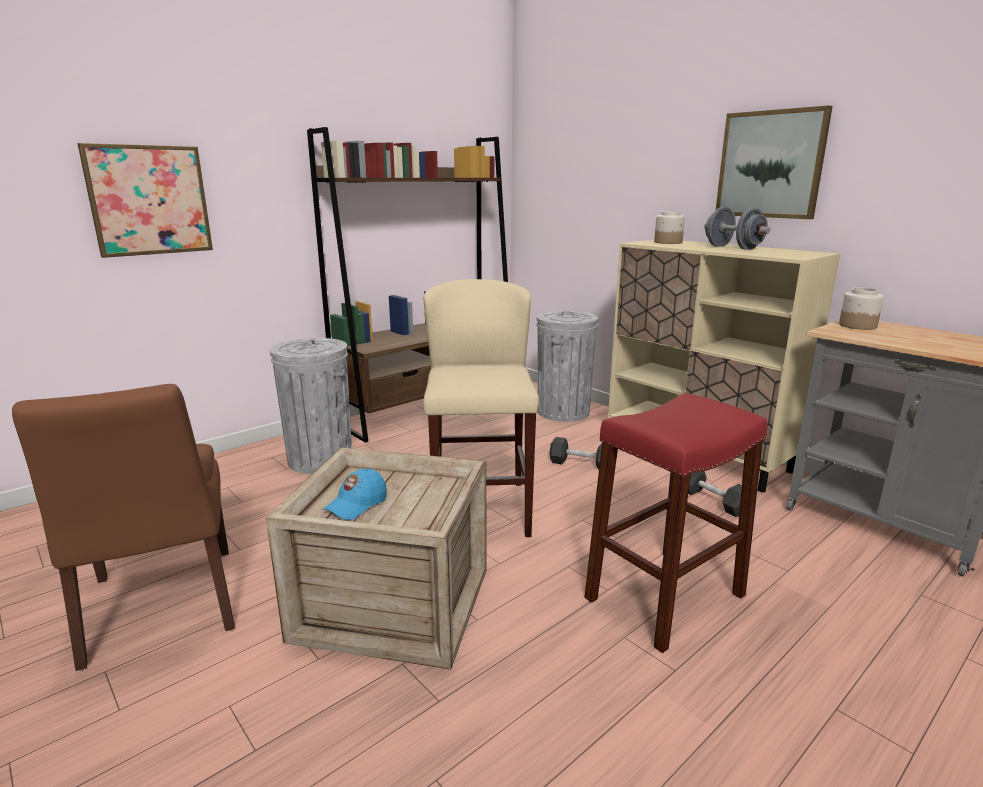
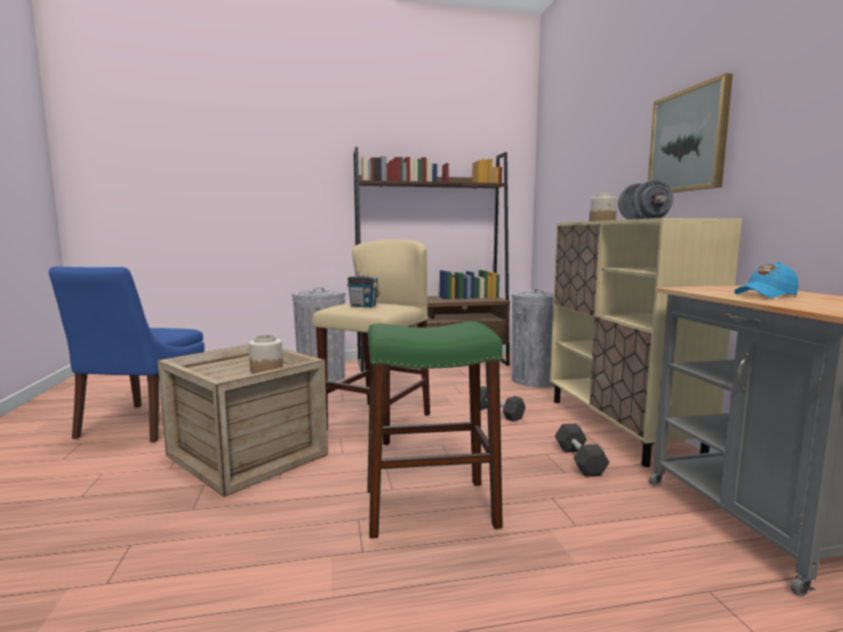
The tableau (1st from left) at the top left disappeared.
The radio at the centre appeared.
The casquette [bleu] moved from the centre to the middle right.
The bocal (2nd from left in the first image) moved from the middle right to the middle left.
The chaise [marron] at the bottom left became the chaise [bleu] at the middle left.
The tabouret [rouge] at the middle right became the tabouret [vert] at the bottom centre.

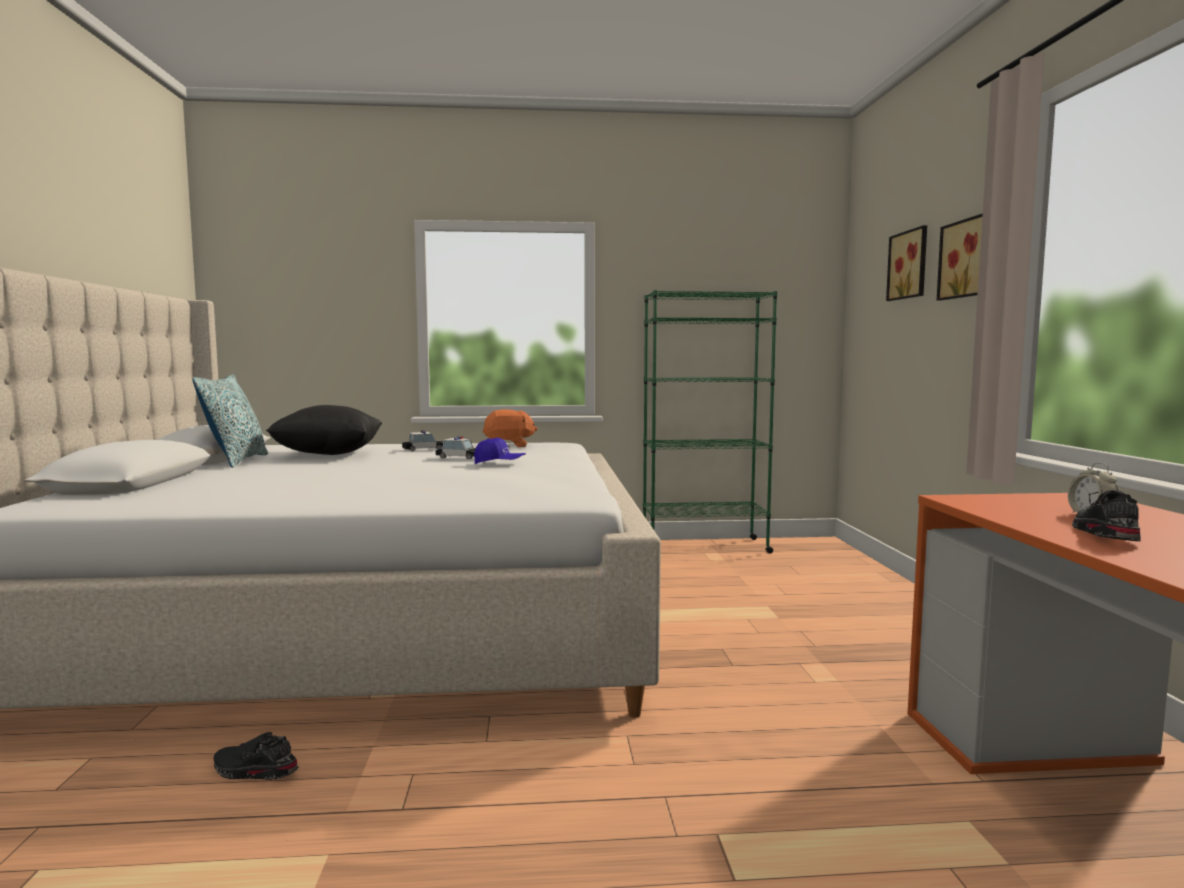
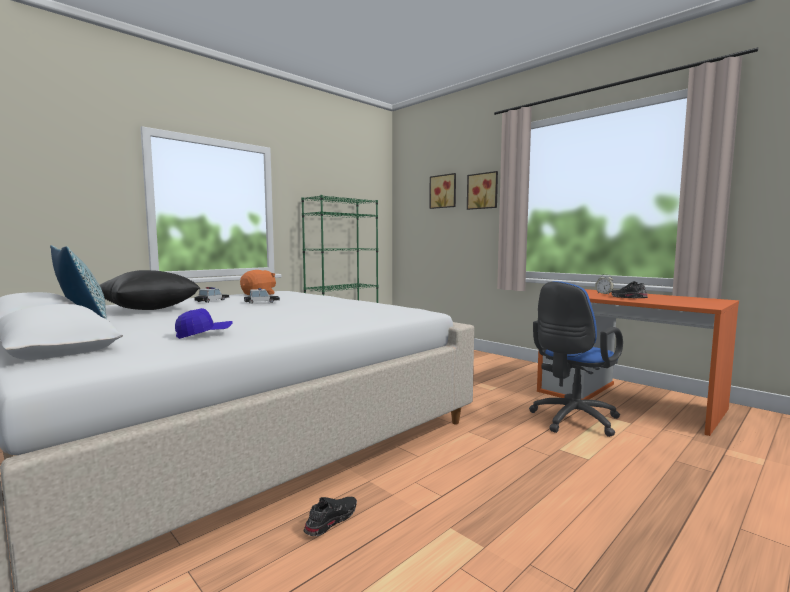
The chaise de bureau [bleu] at the middle right appeared.
The casquette [bleu] moved from the centre to the middle left.
The chaussure [noir] (1st from left) at the bottom left turned 150 degrees clockwise.

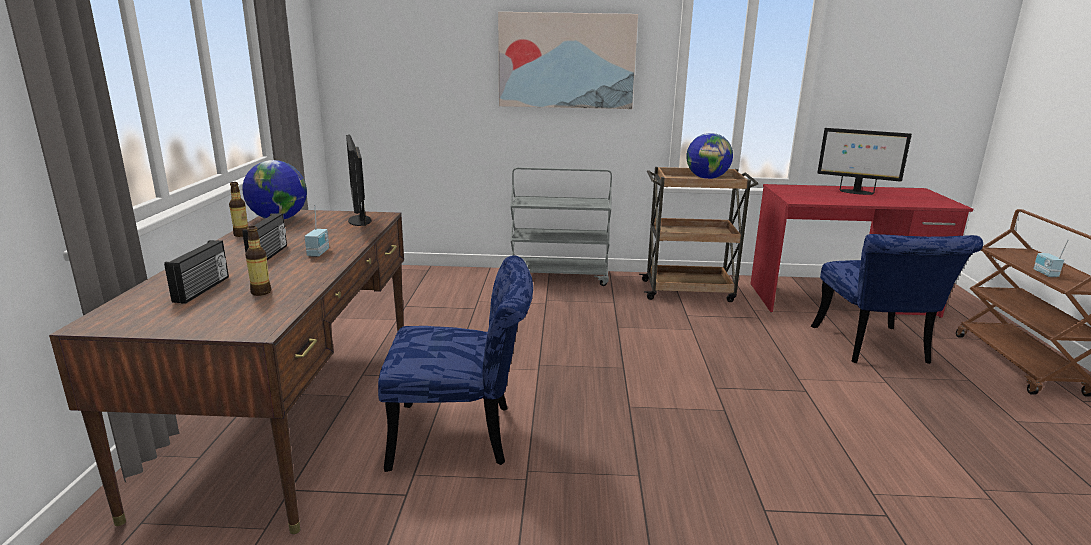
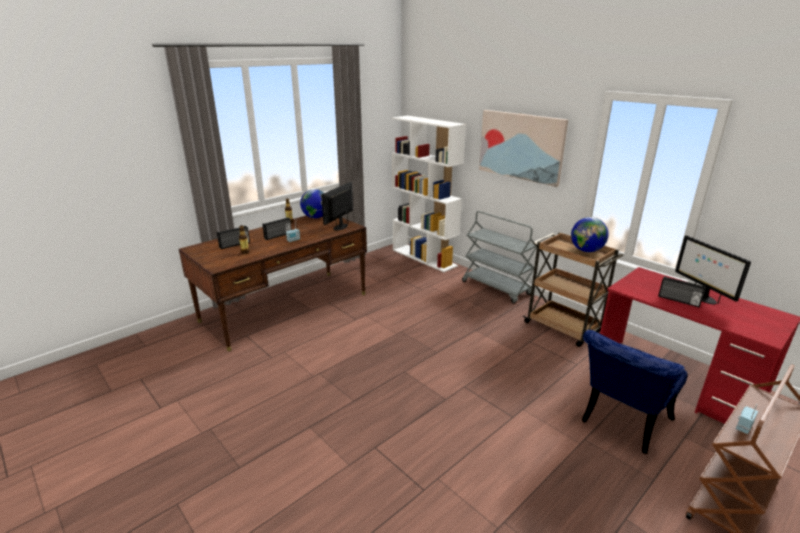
The chaise [bleu] (1st from left) at the centre disappeared.
The bibliothèque [blanc] at the centre appeared.
The radio (4th from left) at the middle right appeared.

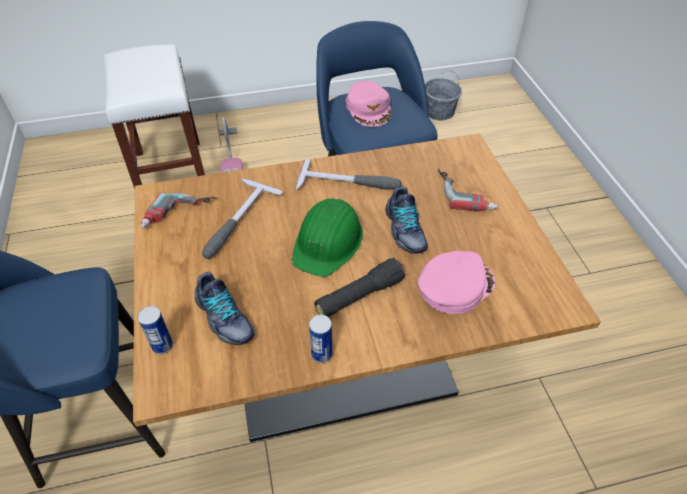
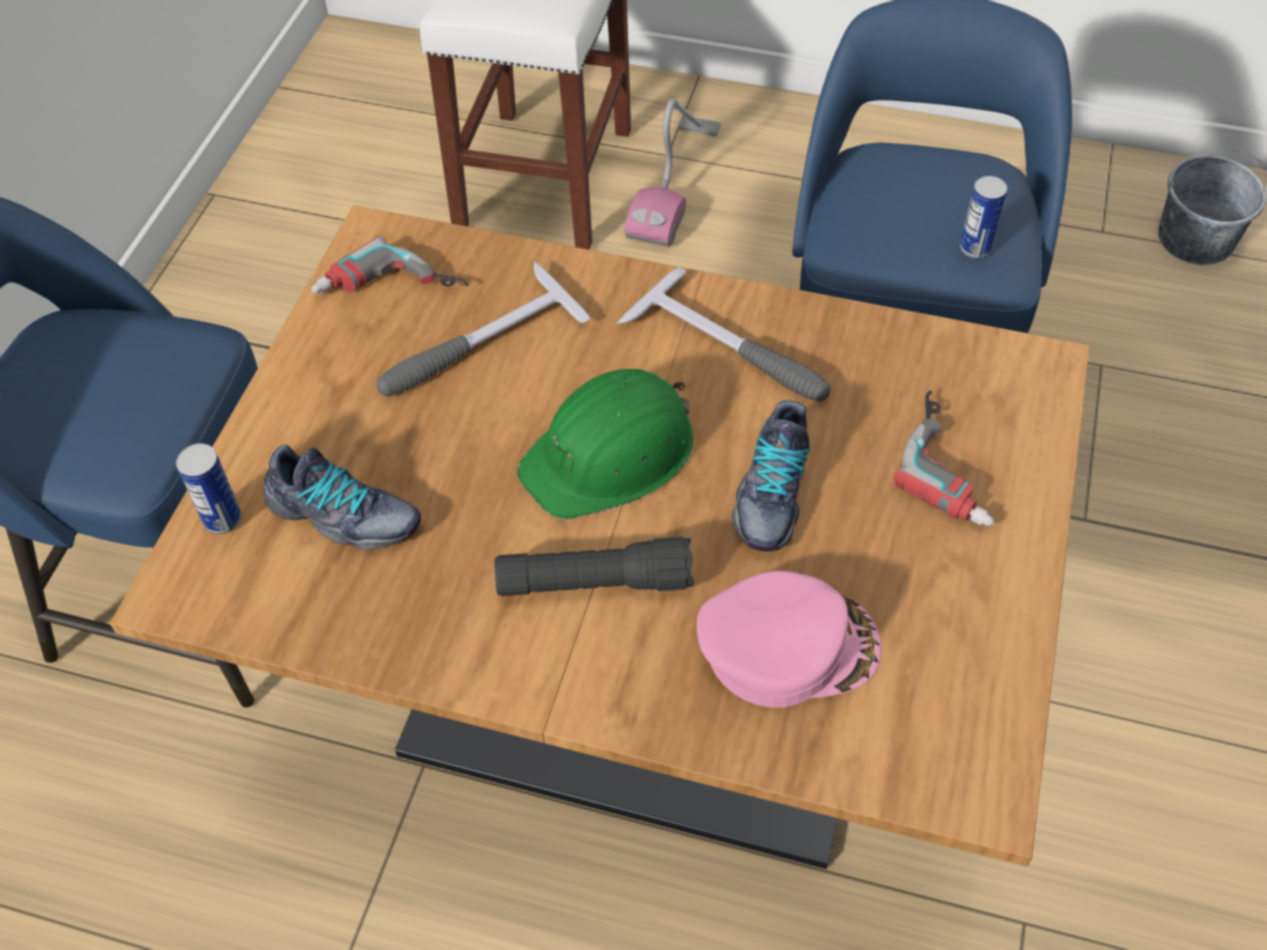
The casquette [rose] (1st from left) at the top centre disappeared.
The boîte métallique (2nd from left) moved from the bottom centre to the top right.
The chaussure (1st from left) at the middle left turned 60 degrees counterclockwise.

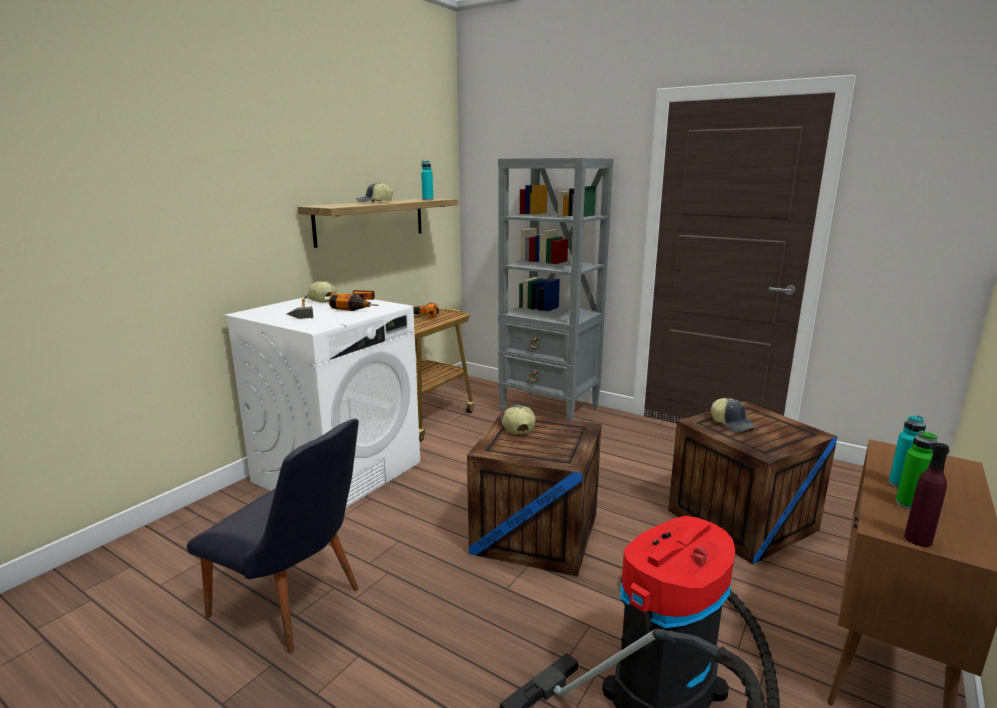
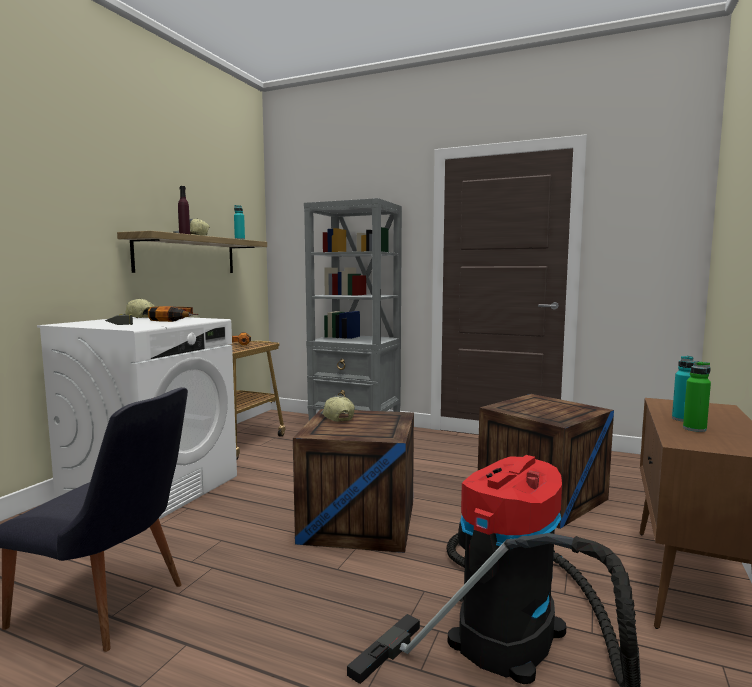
The casquette (4th from left) at the middle right disappeared.
The bouteille [violet] moved from the bottom right to the top left.

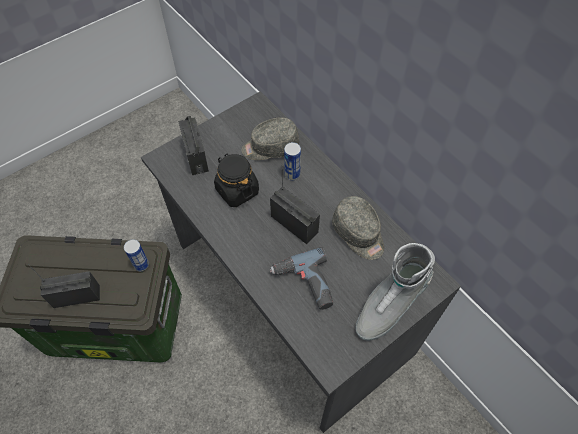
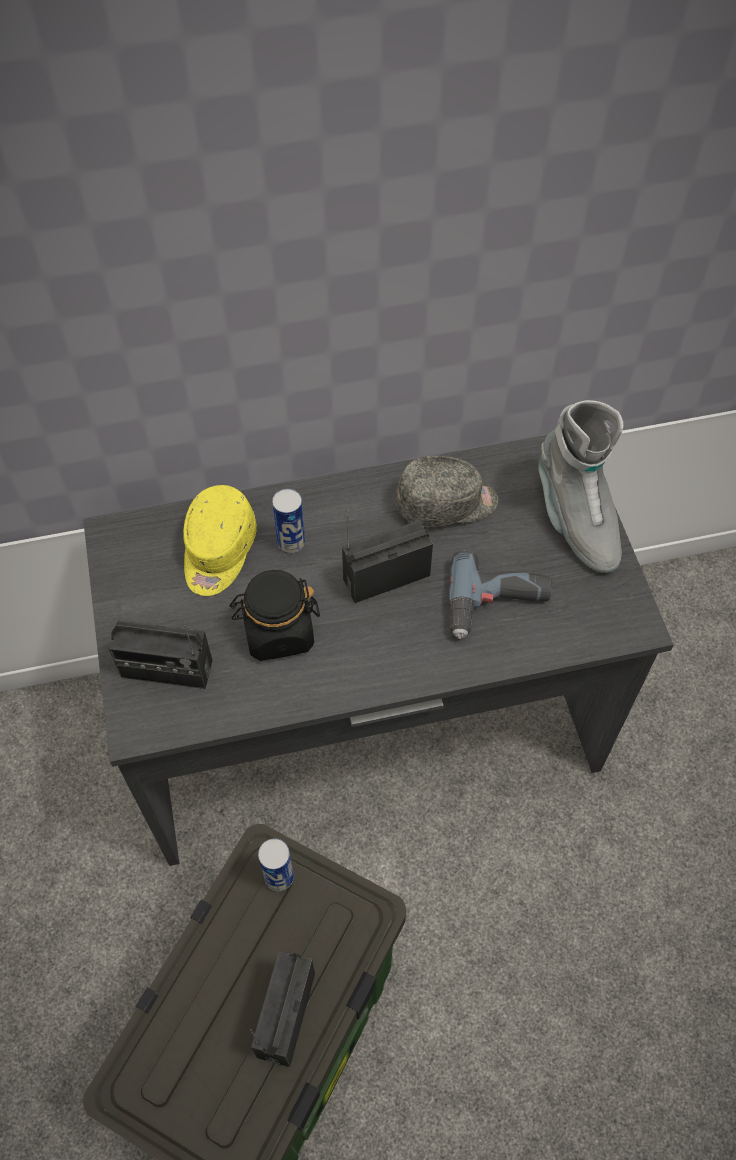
The casquette [gris] (1st from left) at the top centre became the casquette [jaune] at the middle left.

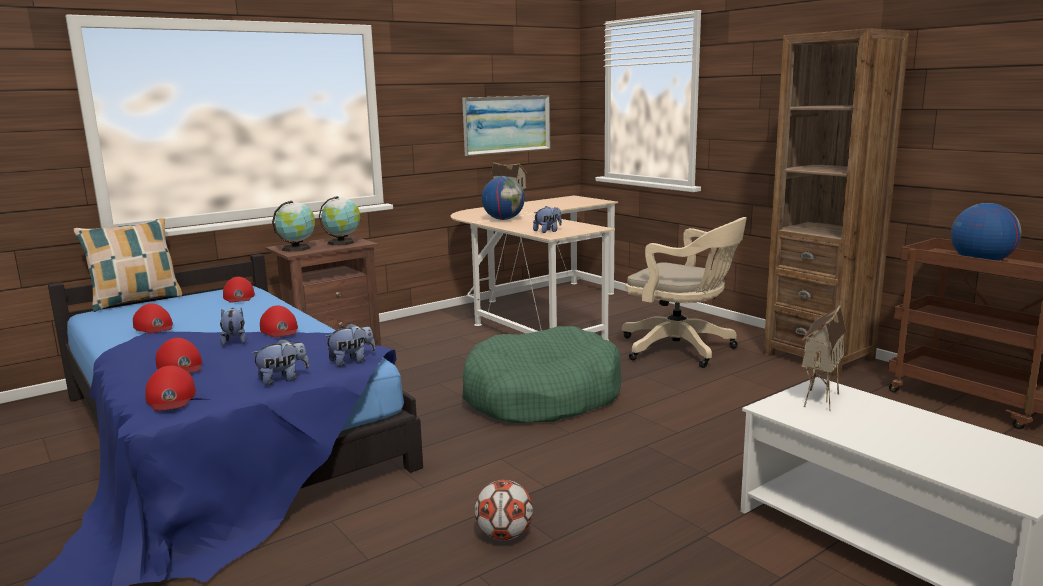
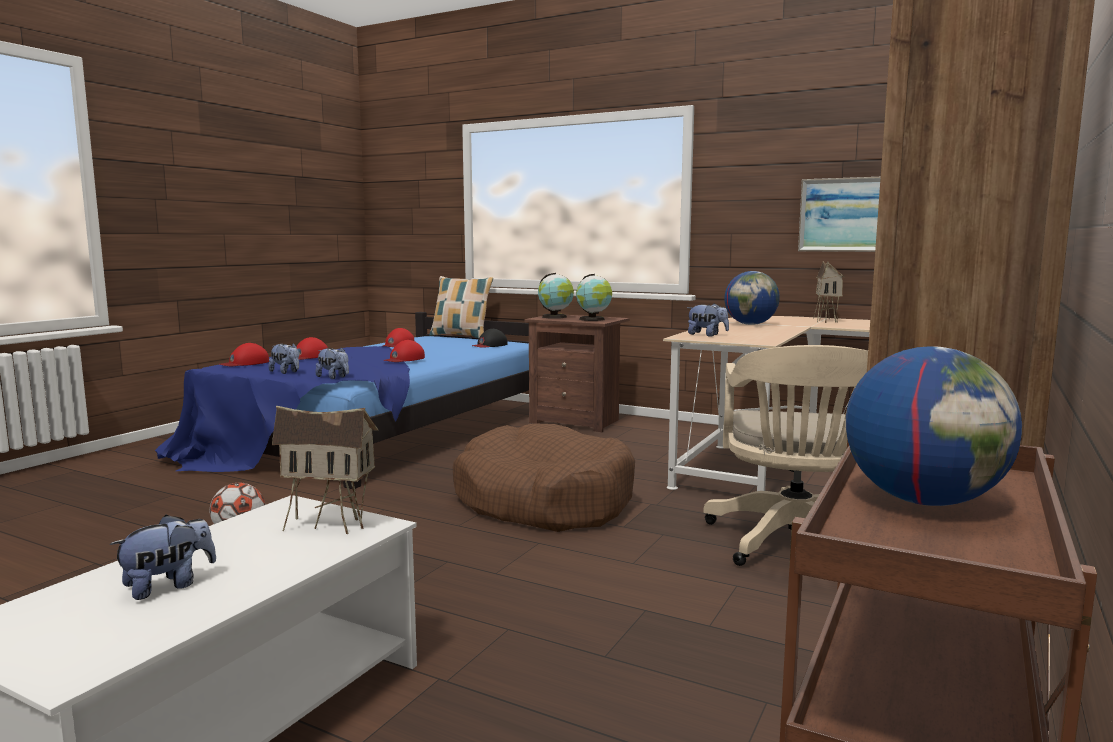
The peluche (1st from left) moved from the middle left to the bottom left.
The casquette [rouge] (4th from left) at the middle left became the casquette [noir] at the centre.
The panier pour chien [vert] at the centre became the panier pour chien [marron] at the centre.

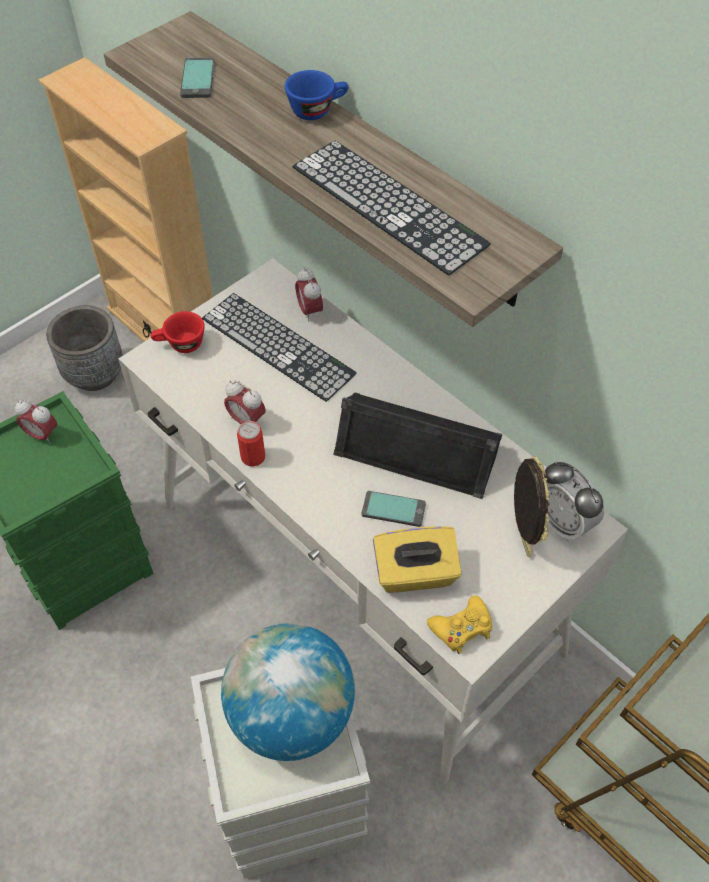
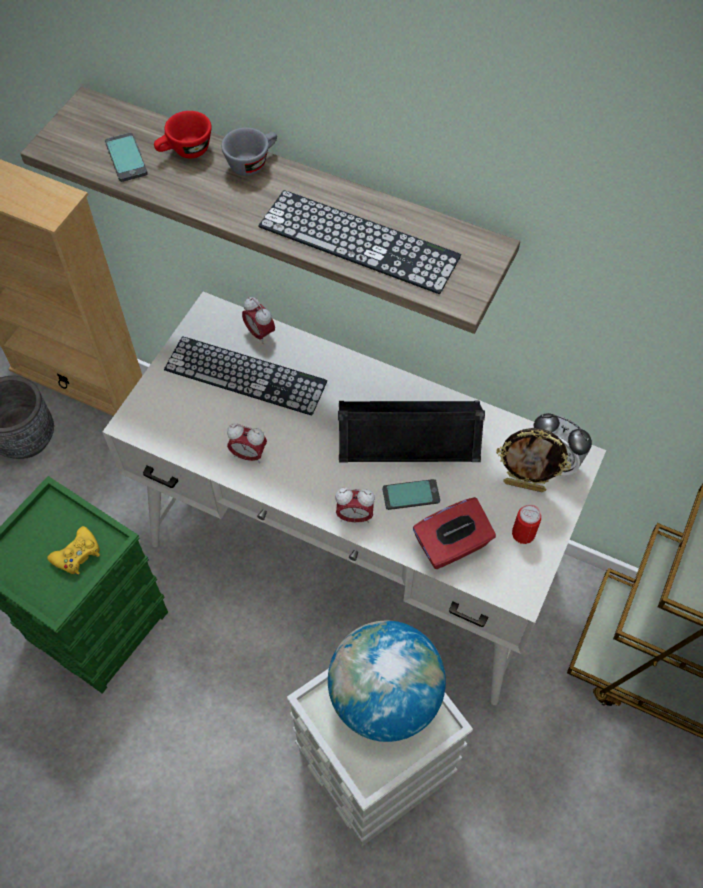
The réveil (1st from left in the first image) moved from the middle left to the centre.
The tasse [rouge] moved from the middle left to the top left.
The boîte métallique moved from the centre to the middle right.
The manette [jaune] moved from the bottom centre to the middle left.
The tasse [bleu] at the top centre became the tasse [gris] at the top centre.
The boîte à mouchoirs [jaune] at the centre became the boîte à mouchoirs [rouge] at the centre.
The cadre photo at the middle right turned 135 degrees clockwise.

